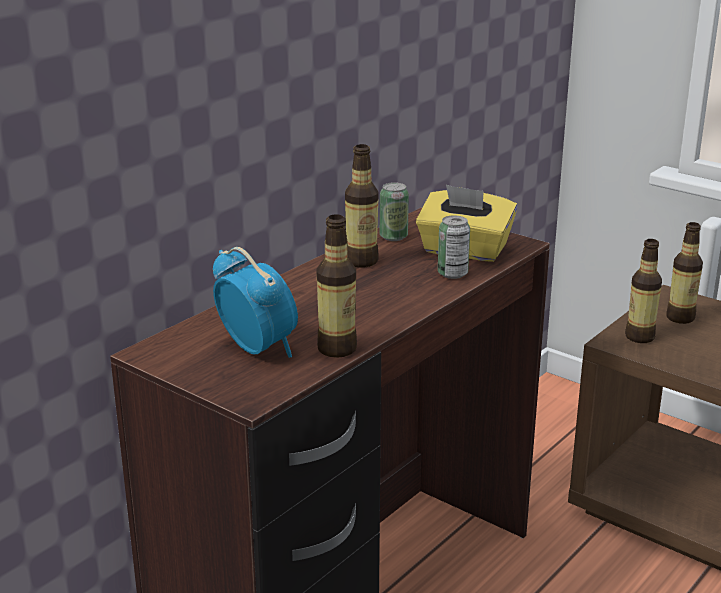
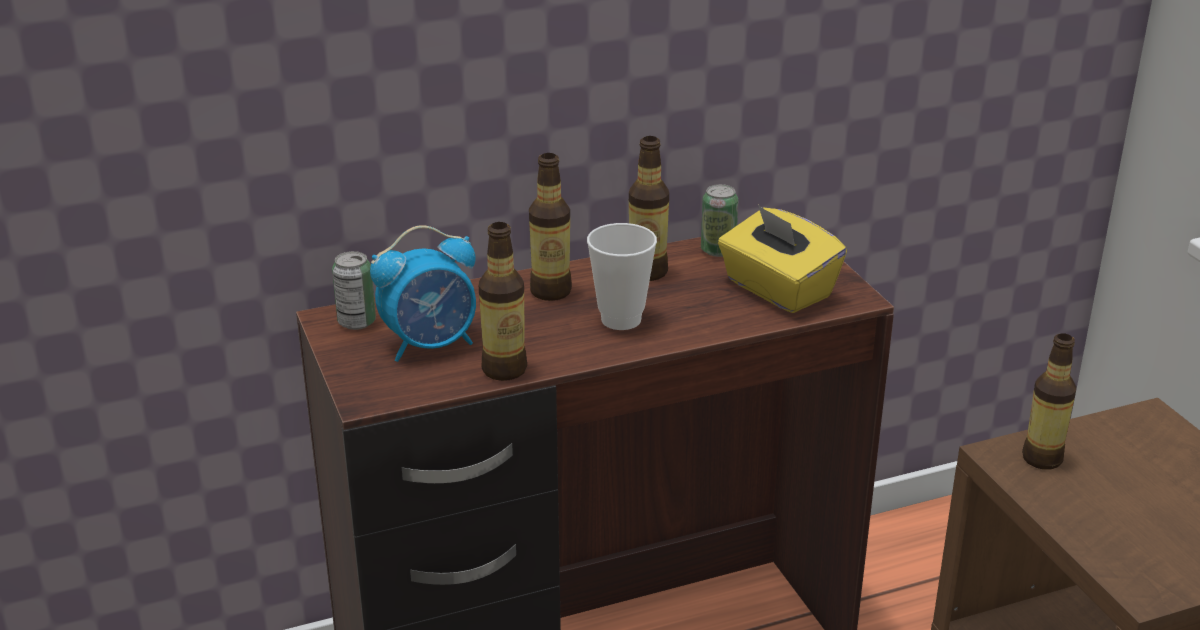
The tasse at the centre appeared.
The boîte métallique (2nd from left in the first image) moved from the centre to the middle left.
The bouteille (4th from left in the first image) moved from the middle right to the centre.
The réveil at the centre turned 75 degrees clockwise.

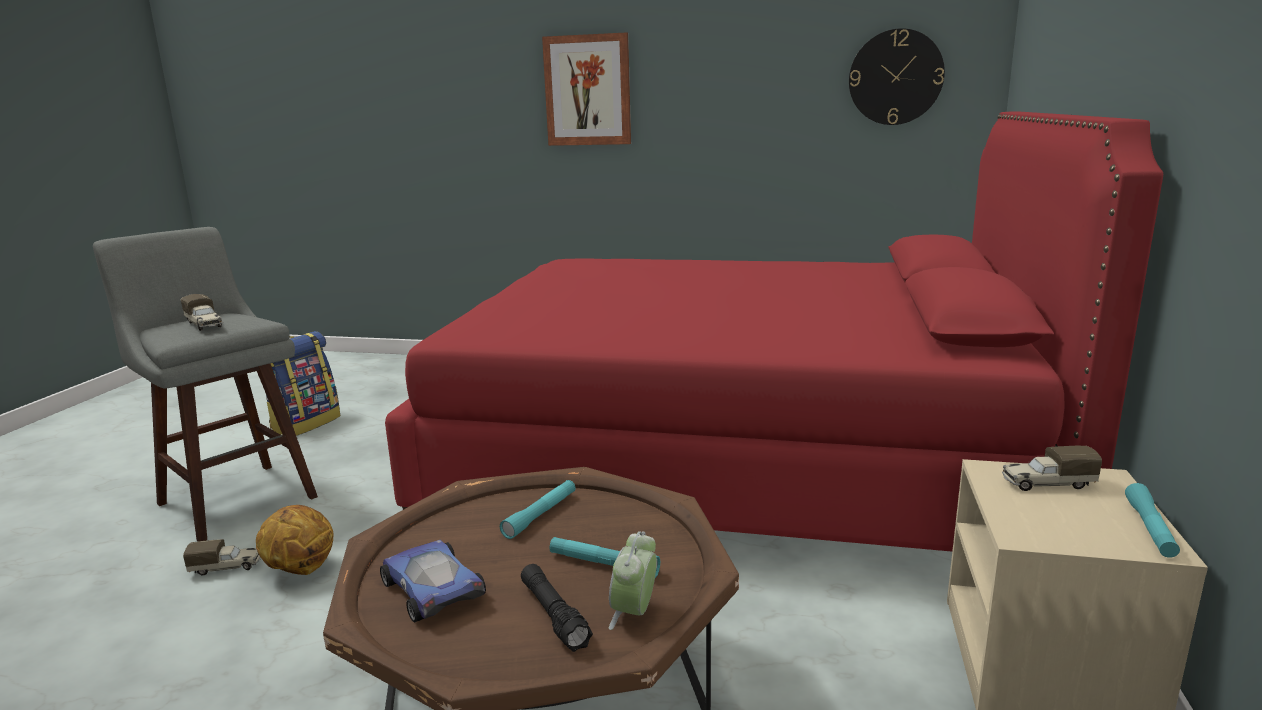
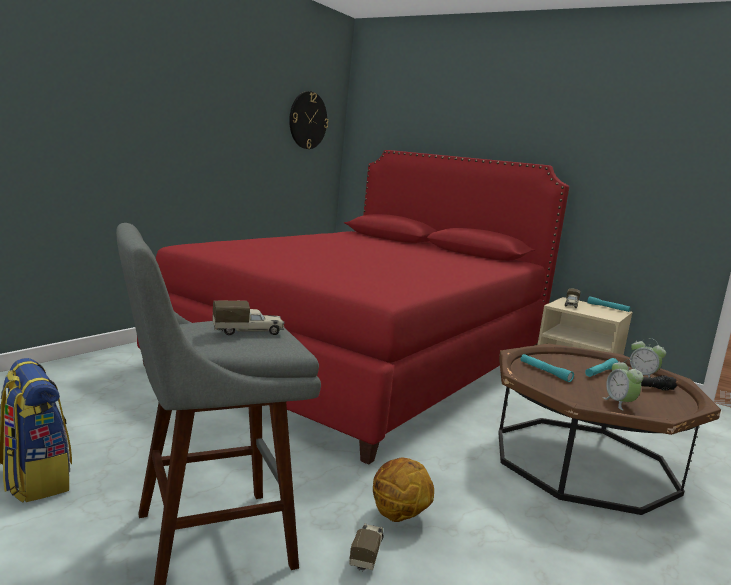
The tableau at the top centre disappeared.
The petite voiture at the bottom centre was replaced by the réveil (1st from left) at the middle right.

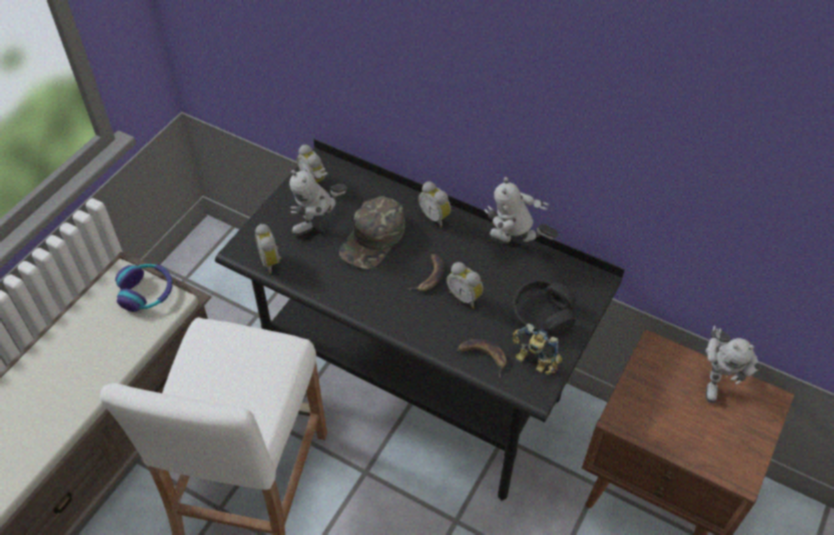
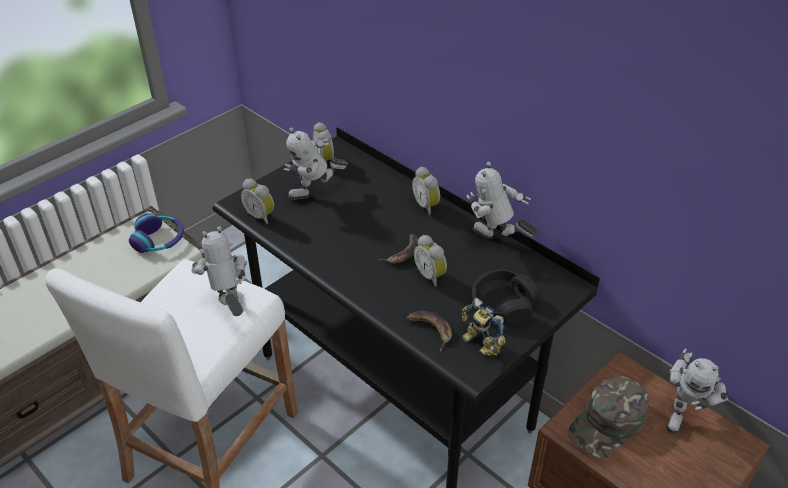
The robot jouet (1st from left) at the middle left appeared.
The casquette [vert] moved from the centre to the bottom right.
The réveil (1st from left) at the middle left turned 45 degrees counterclockwise.

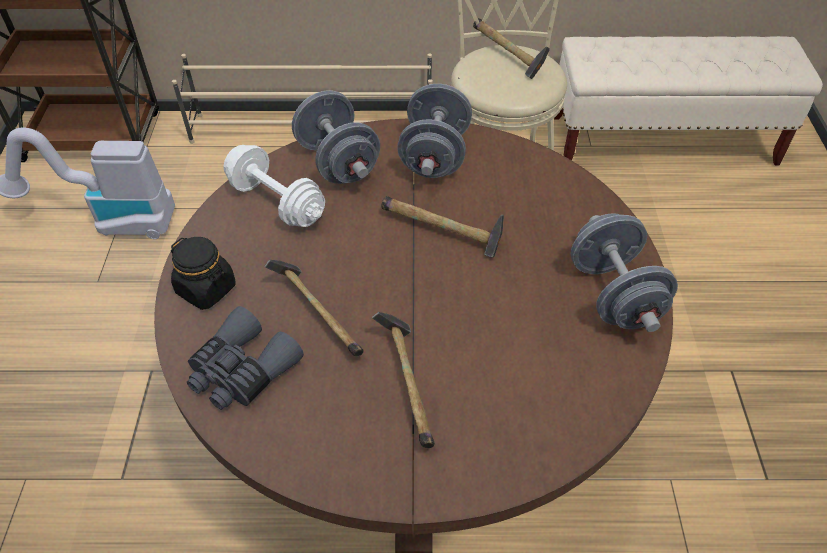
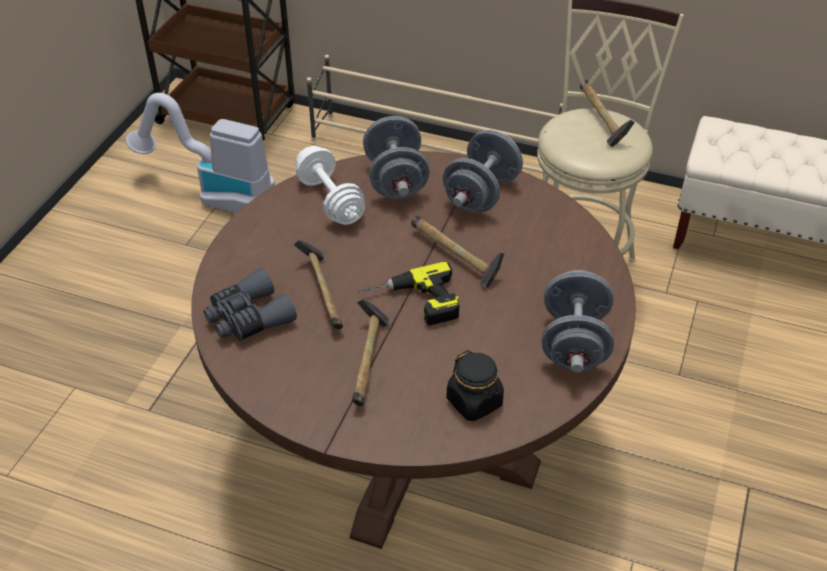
The perceuse at the centre appeared.
The bocal [noir] moved from the middle left to the bottom centre.

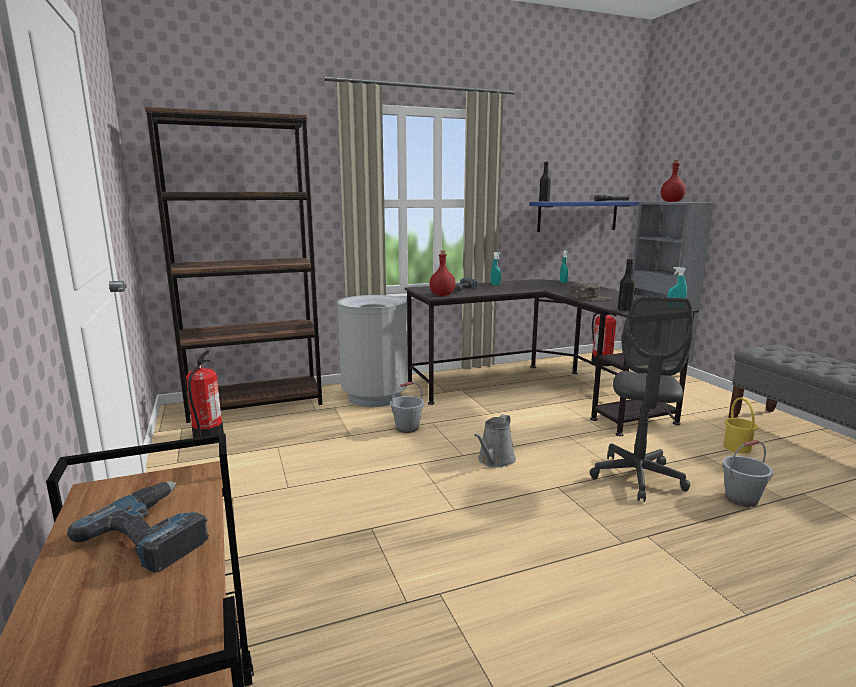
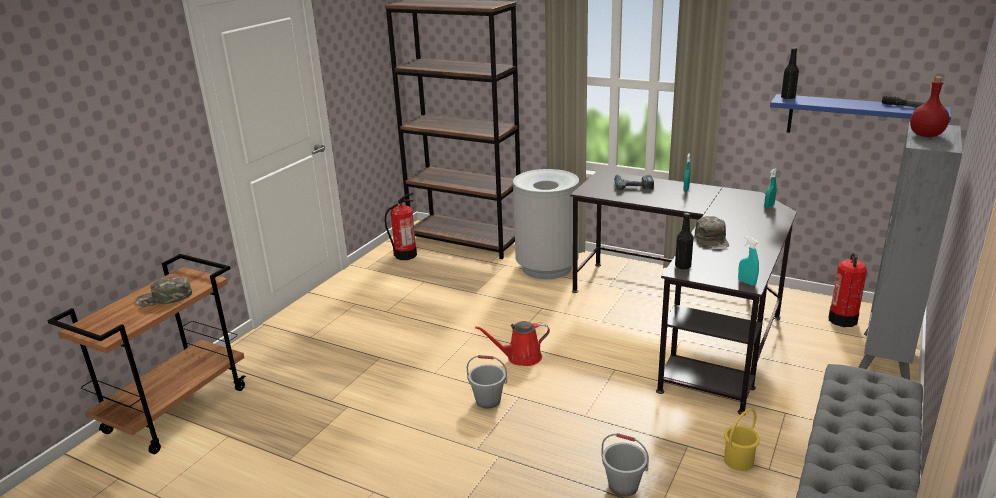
The bouteille [rouge] (1st from left) at the centre disappeared.
The chaise de bureau [gris] at the middle right disappeared.
The seau [gris] (1st from left) moved from the centre to the bottom centre.
The perceuse (1st from left) at the bottom left was replaced by the casquette [vert] (1st from left) at the middle left.
The arrosoir [gris] at the centre became the arrosoir [rouge] at the bottom centre.

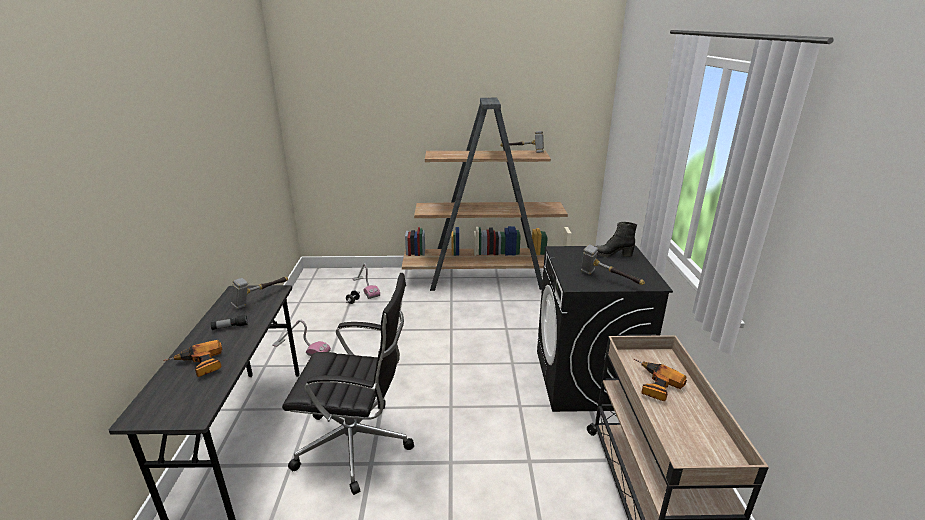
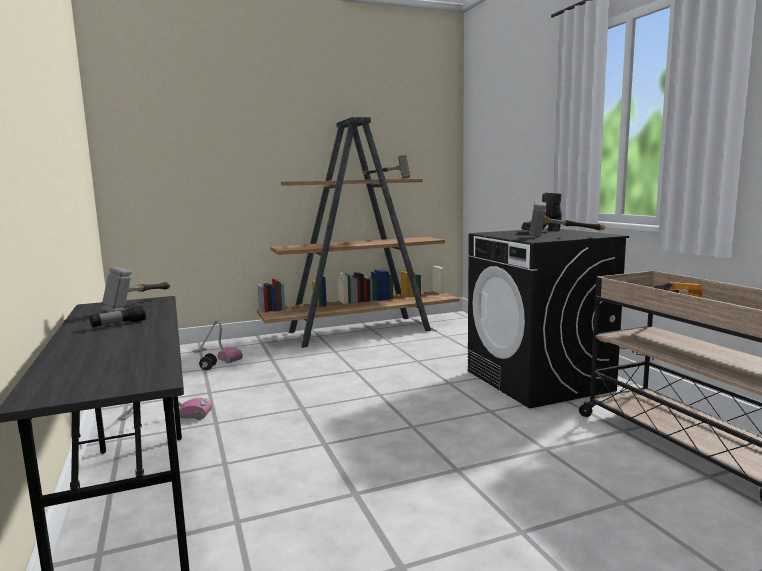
The perceuse (1st from left) at the bottom left disappeared.
The chaise de bureau [noir] at the bottom centre disappeared.

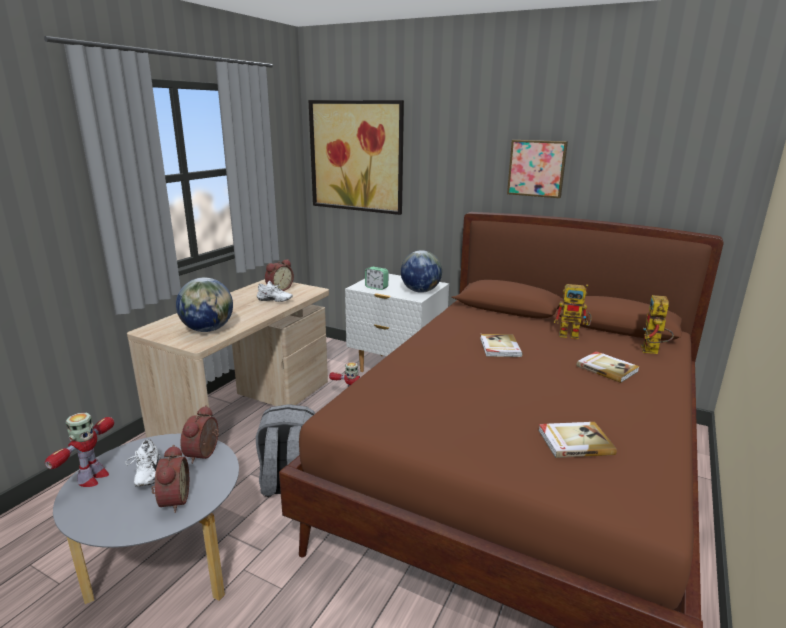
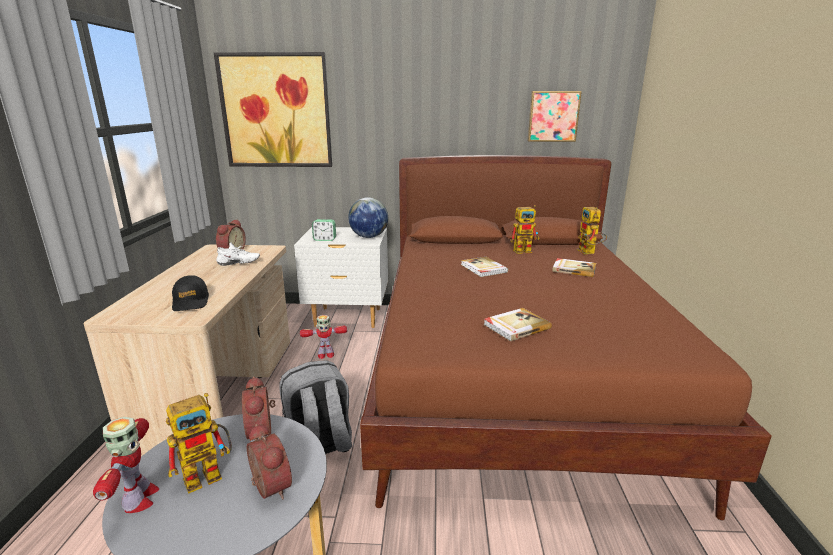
The tableau (2nd from left) moved from the top right to the top centre.
The livre (2nd from left) moved from the bottom right to the centre.
The chaussure [blanc] (1st from left) at the bottom left was replaced by the robot jouet (2nd from left) at the bottom left.
The globe (1st from left) at the middle left was replaced by the casquette [noir] at the middle left.

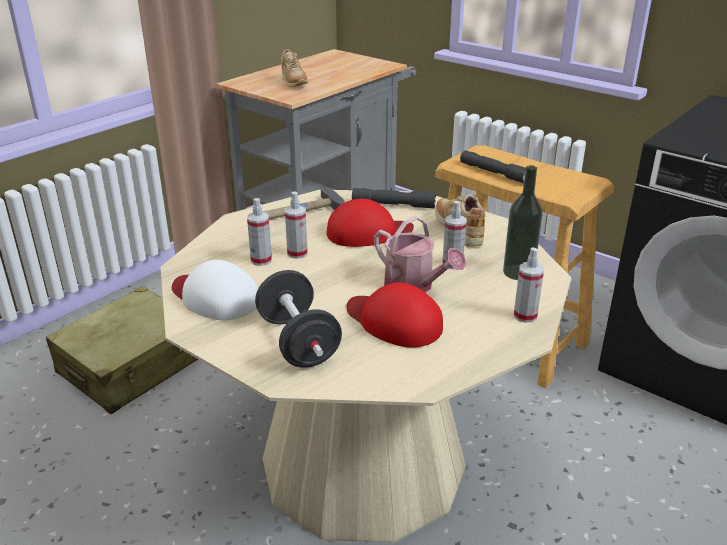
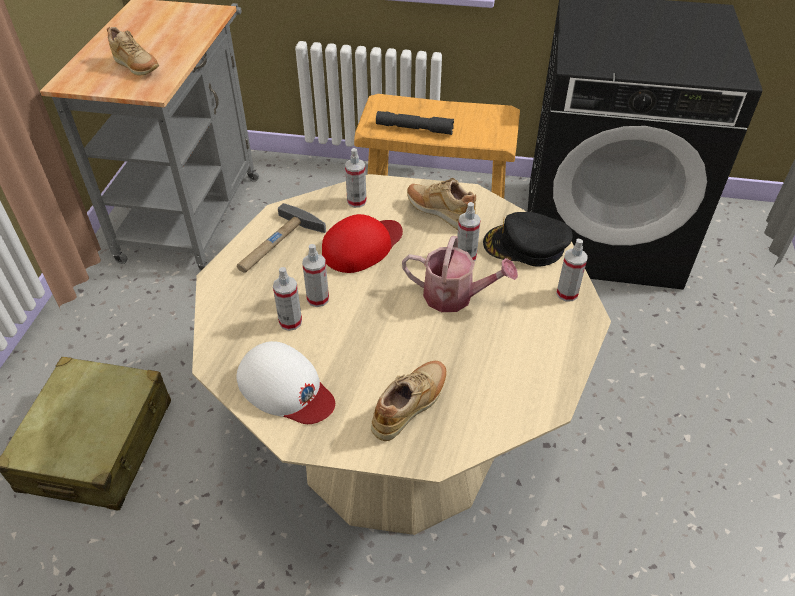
The casquette [rouge] (2nd from left) at the centre disappeared.
The haltère [noir] at the centre was replaced by the chaussure [beige] (2nd from left) at the bottom centre.
The lampe de poche [gris] (1st from left) at the centre was replaced by the vaporisateur (3rd from left) at the top centre.
The bouteille at the middle right was replaced by the casquette [noir] at the centre.
The casquette [blanc] at the middle left turned 150 degrees counterclockwise.

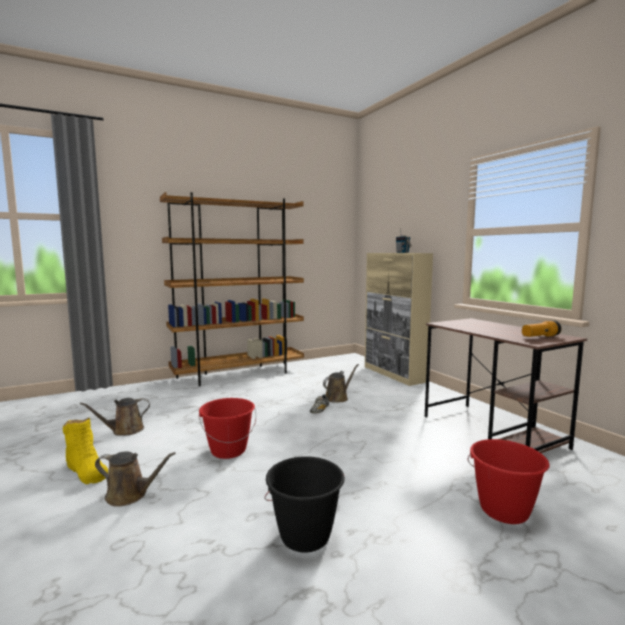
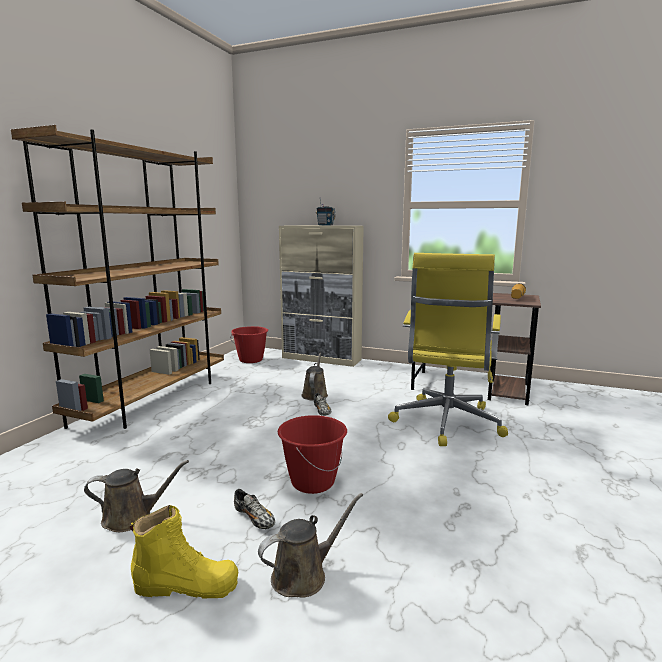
The seau [noir] at the bottom centre disappeared.
The chaussure (1st from left) at the bottom centre appeared.
The chaise de bureau [jaune] at the middle right appeared.
The seau [rouge] (2nd from left in the first image) moved from the bottom right to the centre.
The arrosoir [marron] (1st from left) at the bottom left turned 120 degrees counterclockwise.

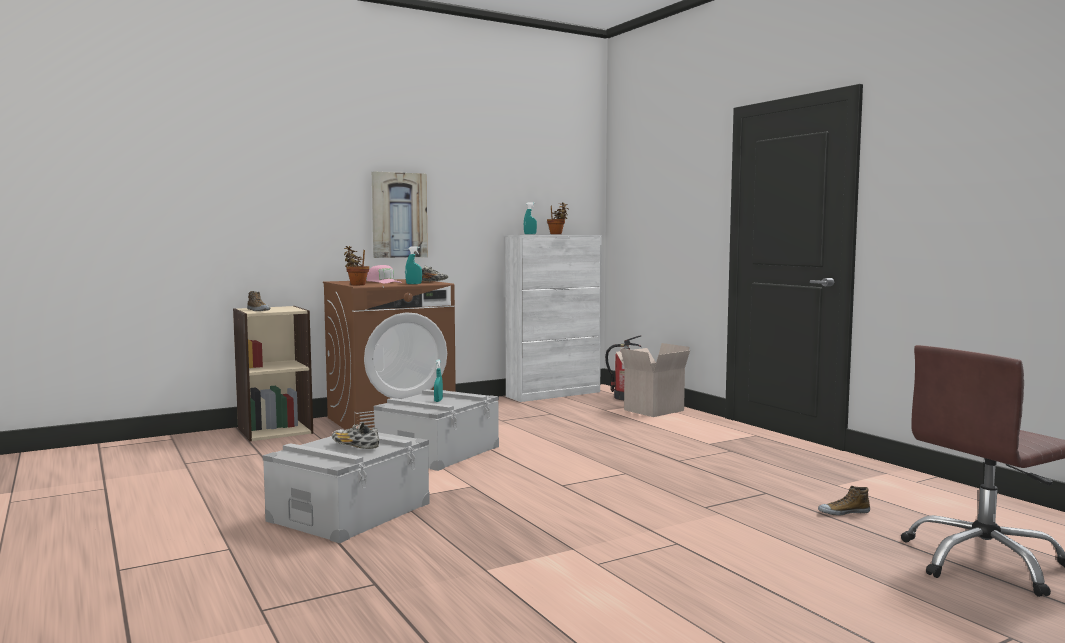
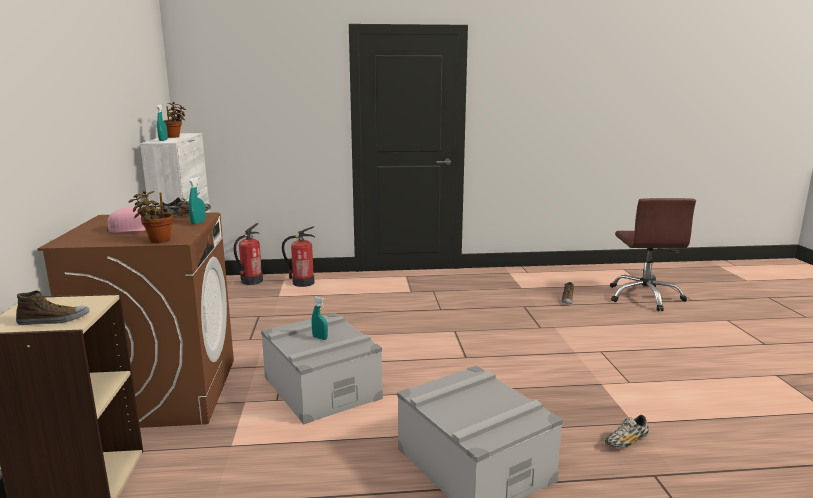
The tableau at the top centre disappeared.
The chaussure (2nd from left in the first image) moved from the bottom centre to the bottom right.
The carton at the centre was replaced by the extincteur (2nd from left) at the centre.

